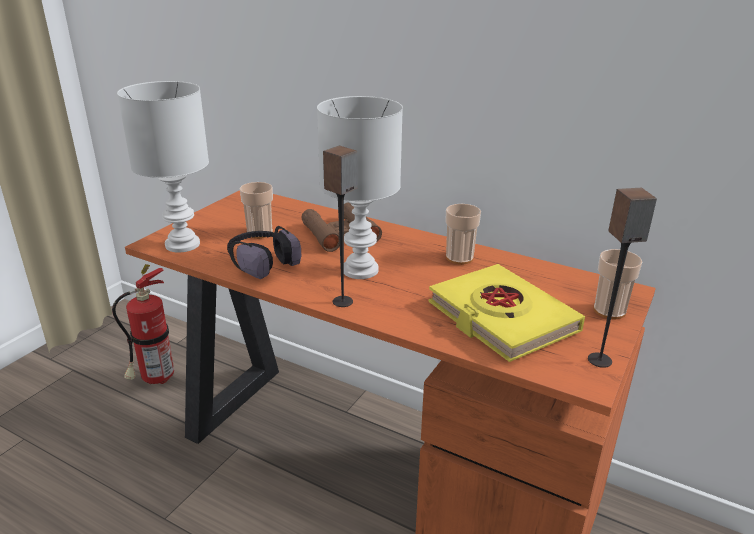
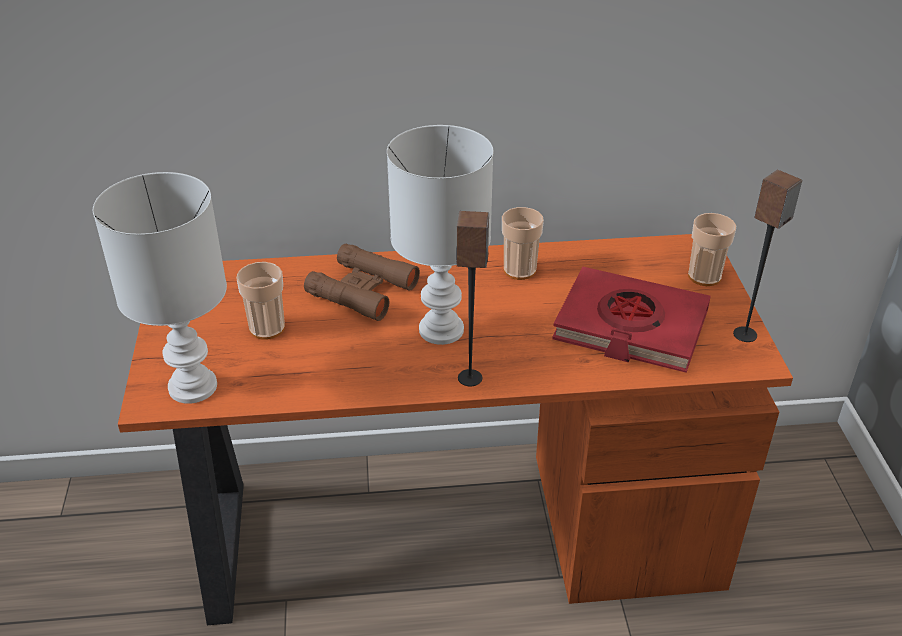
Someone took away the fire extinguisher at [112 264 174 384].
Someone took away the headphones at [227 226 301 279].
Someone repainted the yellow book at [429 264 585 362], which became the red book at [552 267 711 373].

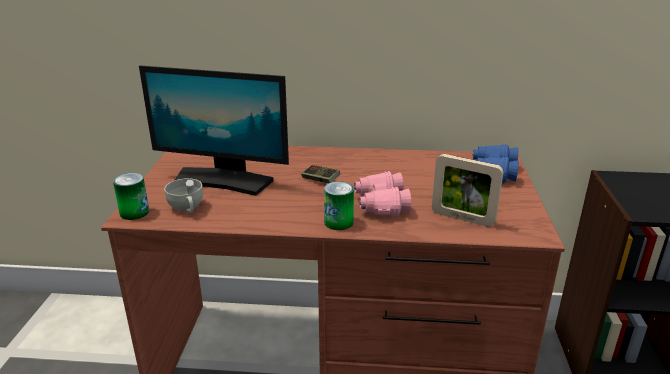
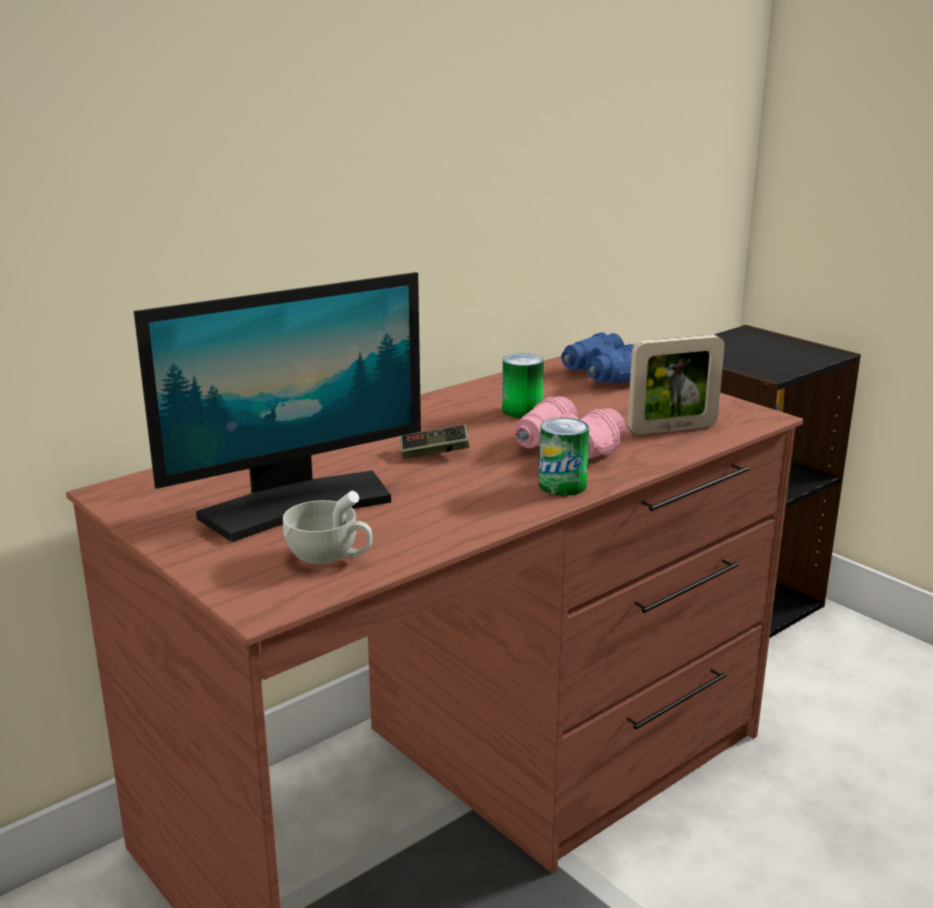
Someone carried the can from [113 173 149 220] to [502 353 544 418].

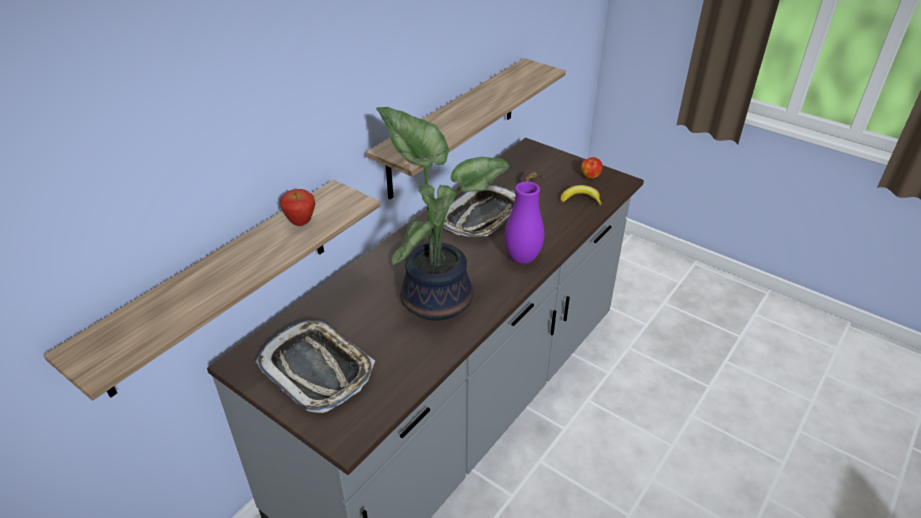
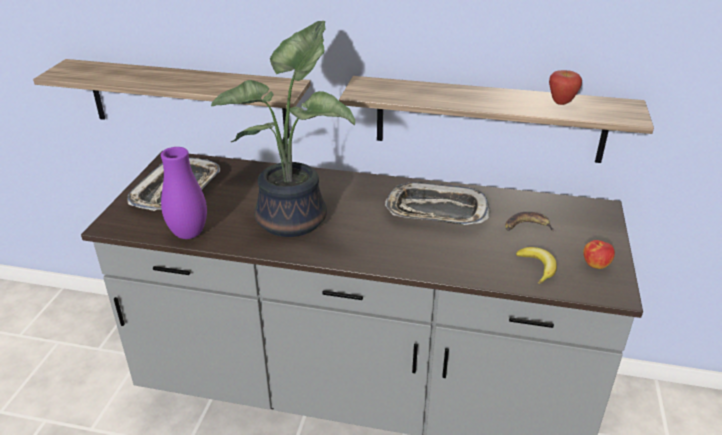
Someone carried the apple from [280 189 315 226] to [549 70 582 105].
Someone carried the purple vase from [504 181 544 264] to [161 147 207 239].

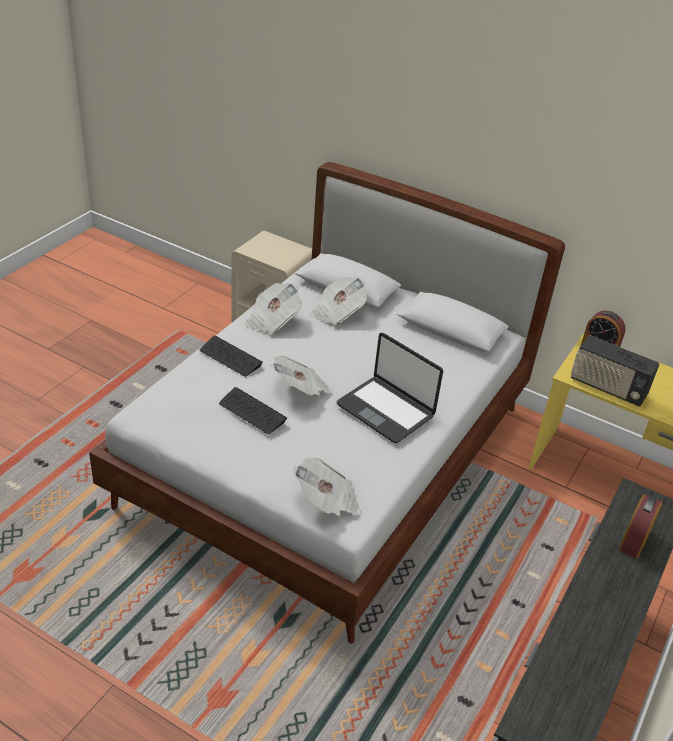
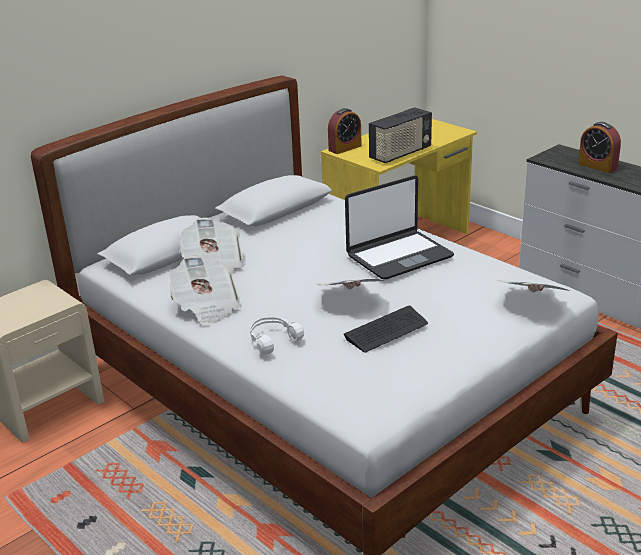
Someone swapped the keyboard at [200 336 263 377] for the white headphones at [250 317 304 354].

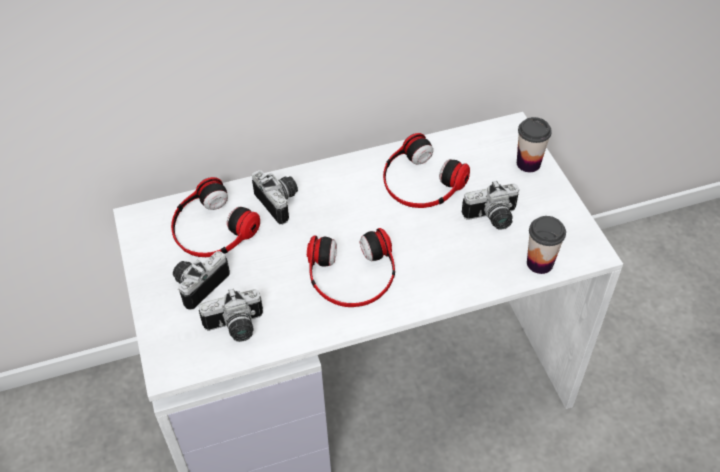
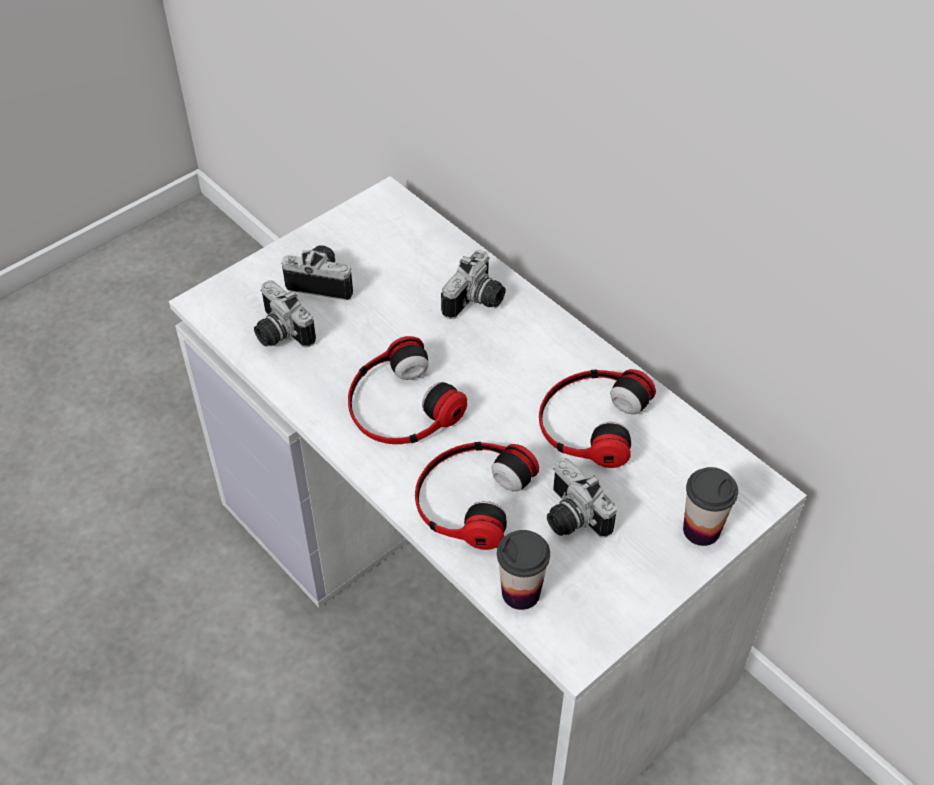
Someone carried the headphones from [171 177 260 257] to [415 442 539 550].

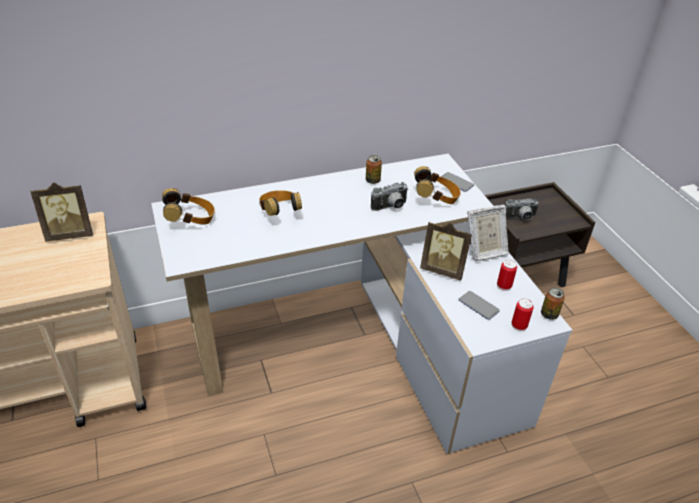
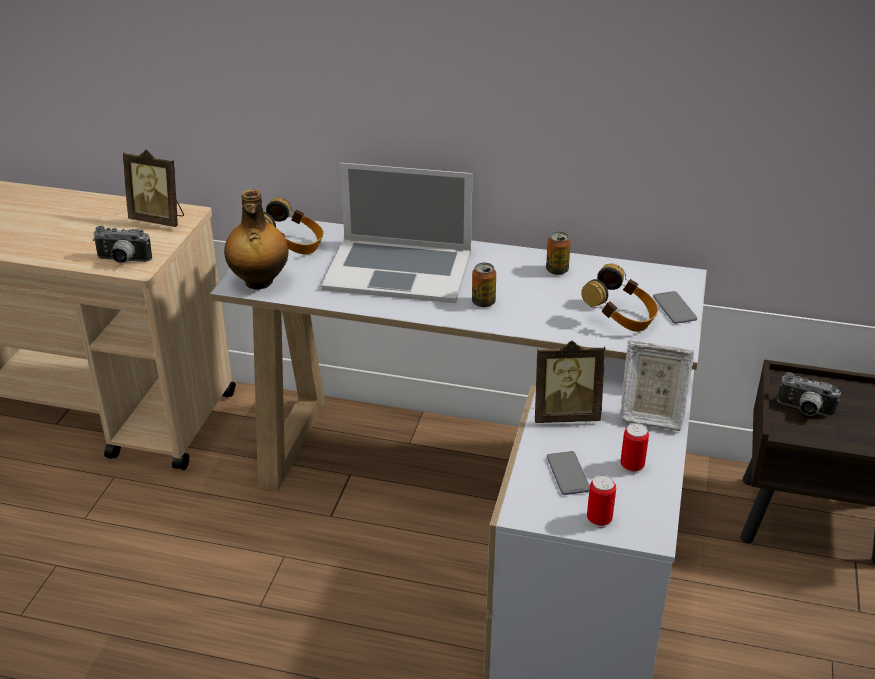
Someone swapped the headphones at [259 190 302 216] for the laptop at [321 163 473 303].
Someone carried the photo camera from [371 182 407 211] to [93 226 152 263].
Someone rotated the picture frame at [420 221 472 280] by 60 degrees counterclockwise.
Someone carried the can from [541 287 565 320] to [472 263 496 307].
Someone put down the bottle at [224 189 289 290].

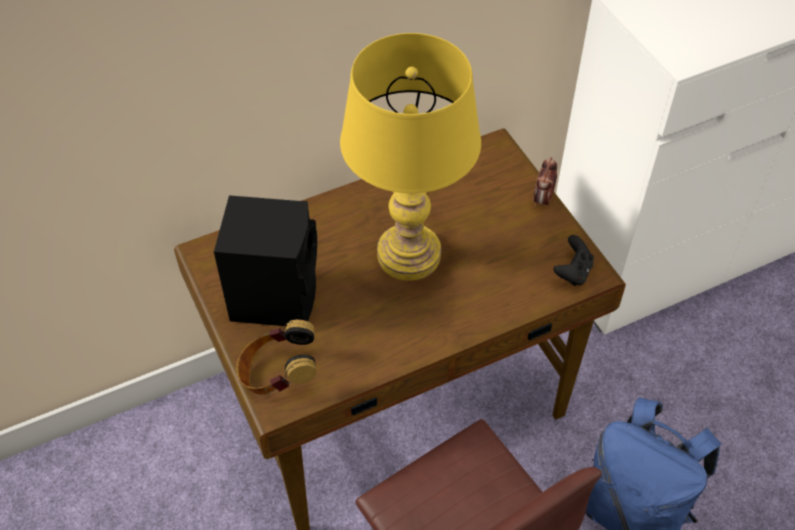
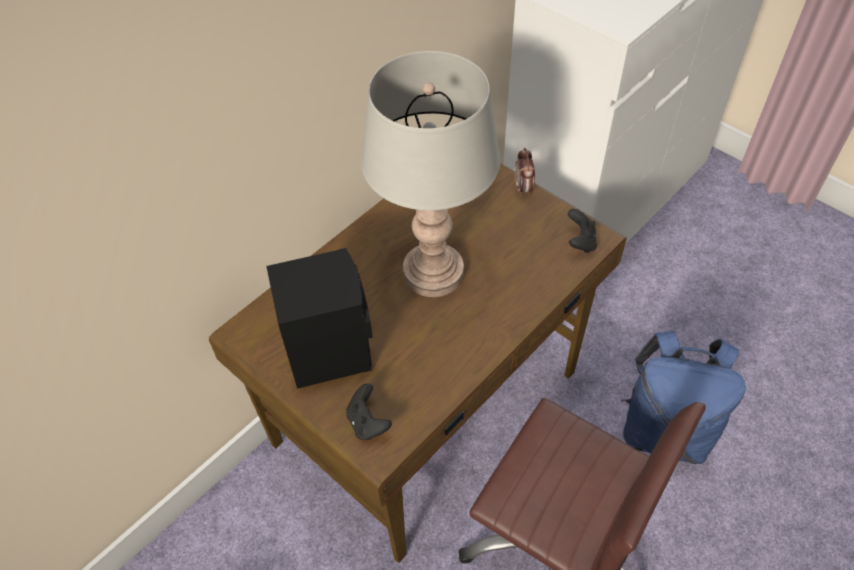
Someone swapped the headphones at [236 320 316 394] for the black game controller at [346 384 392 440].
Someone repainted the yellow table lamp at [340 33 481 281], which became the grey table lamp at [361 51 500 297].

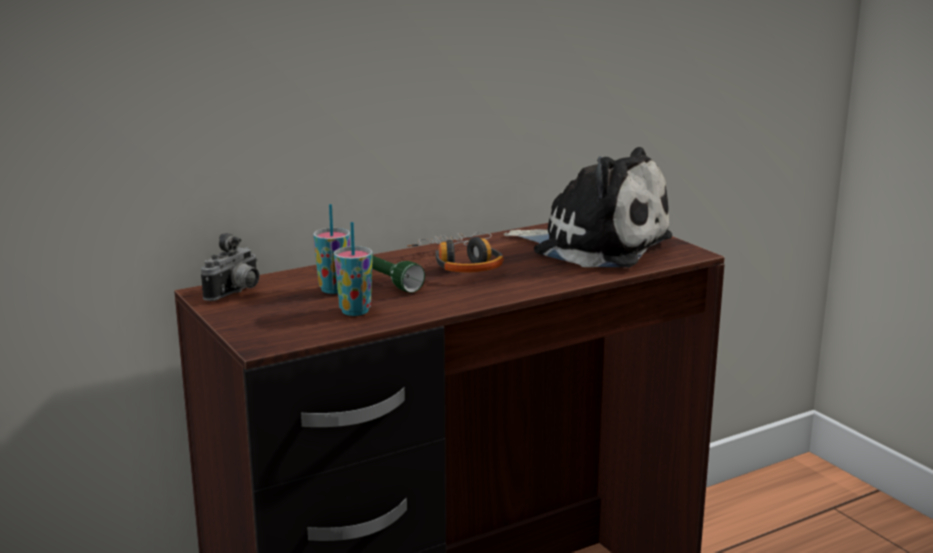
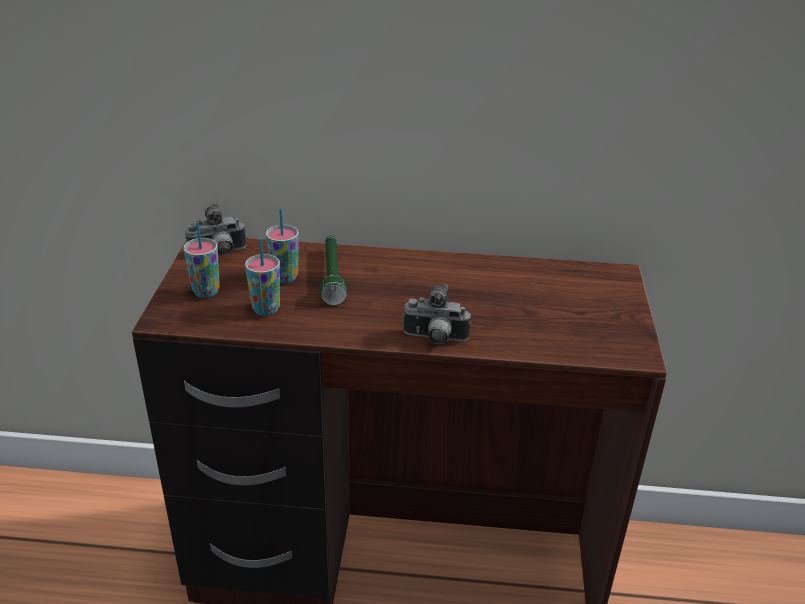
Someone took away the headphones at [407 232 504 272].
Someone took away the plush toy at [504 147 672 268].
Someone put down the cup at [183 222 220 298].
Someone put down the photo camera at [402 284 471 345].

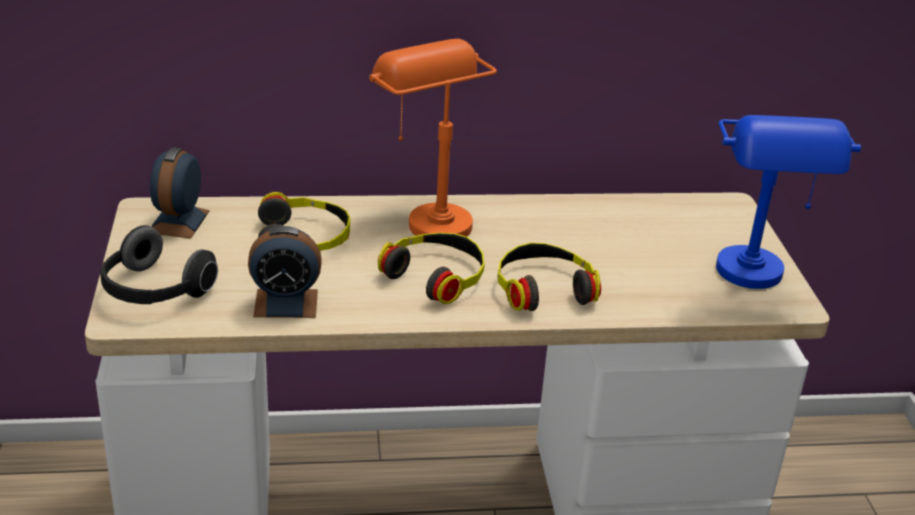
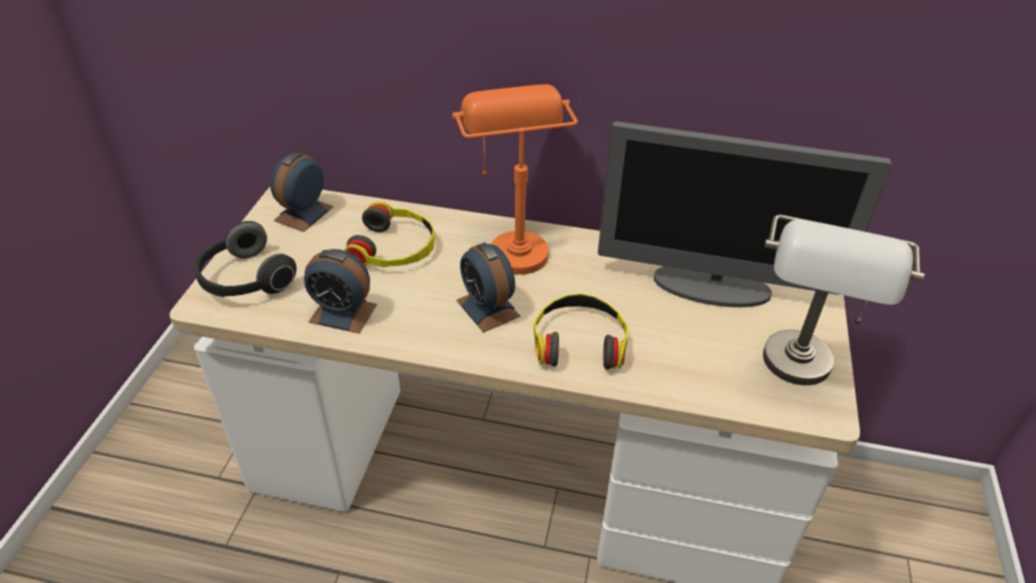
Someone swapped the headphones at [378 233 485 304] for the alarm clock at [456 242 520 333].
Someone repainted the blue table lamp at [716 115 861 289], which became the grey table lamp at [763 215 924 385].
Someone put down the monitor at [598 121 892 307].

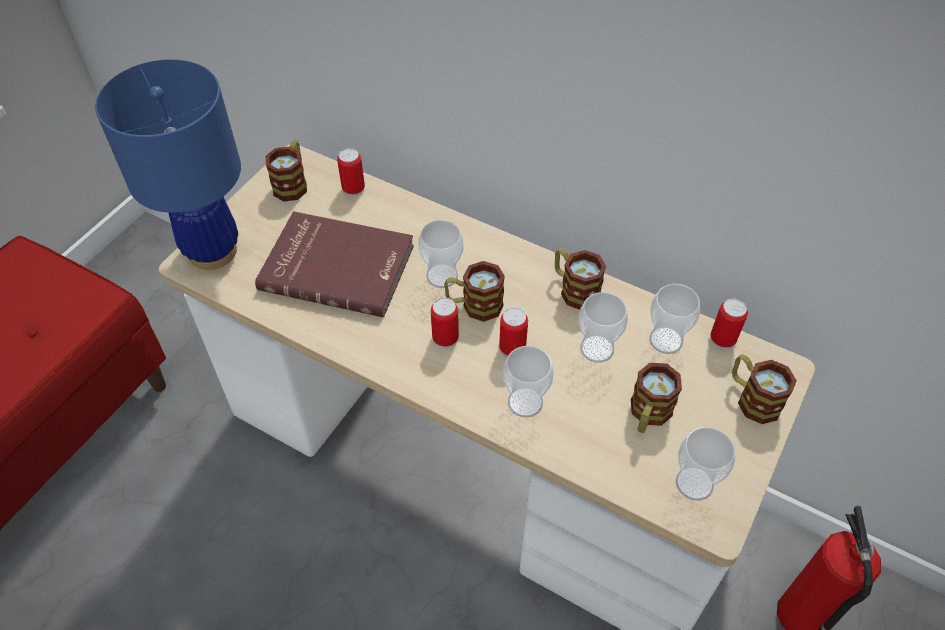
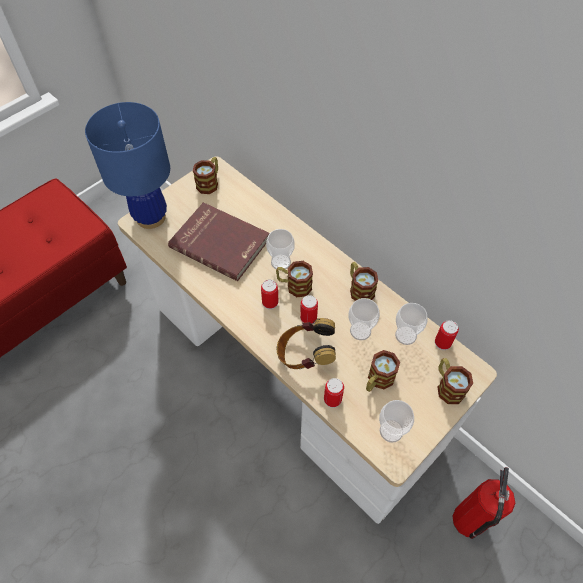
Someone carried the can from [337 148 365 197] to [324 378 344 408].
Someone swapped the cup at [503 346 554 418] for the headphones at [277 318 336 369].

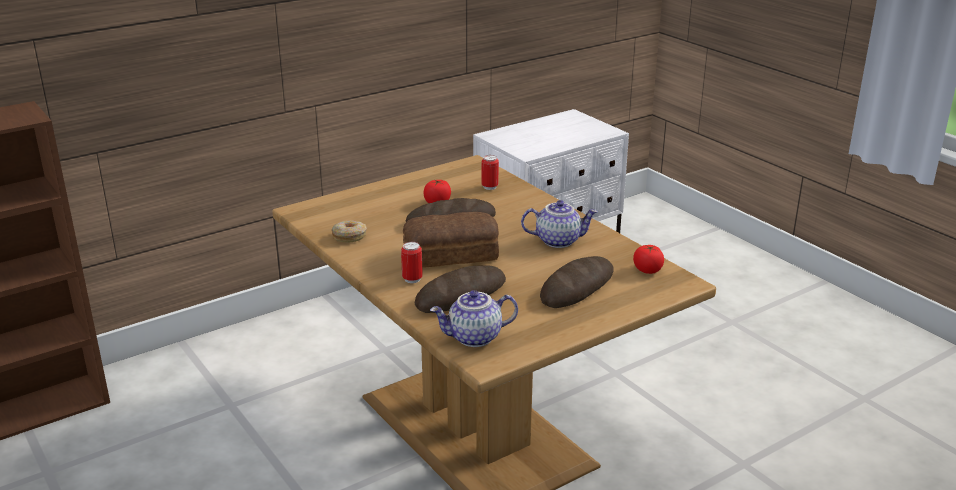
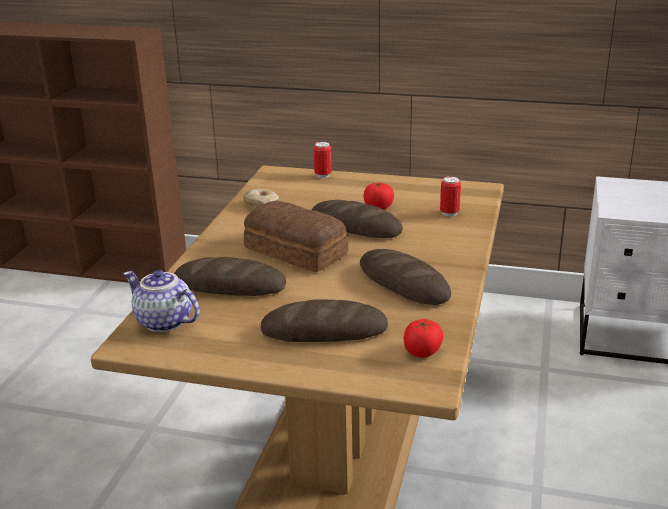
Someone carried the can from [401 242 423 283] to [314 142 332 178].
Someone swapped the teapot at [521 200 598 248] for the bread at [360 249 451 305].

